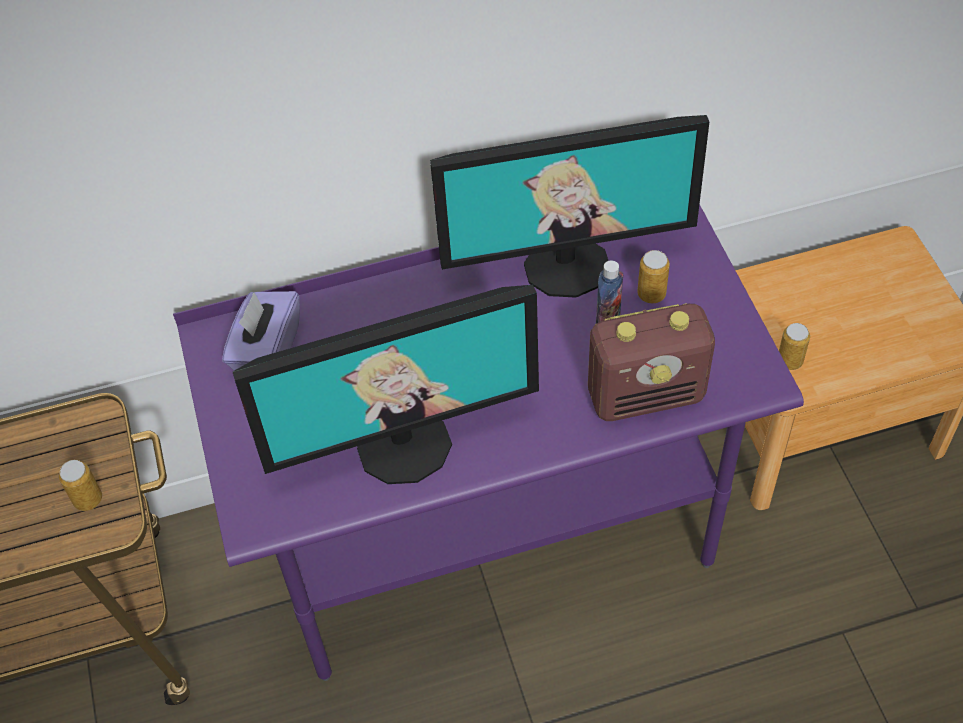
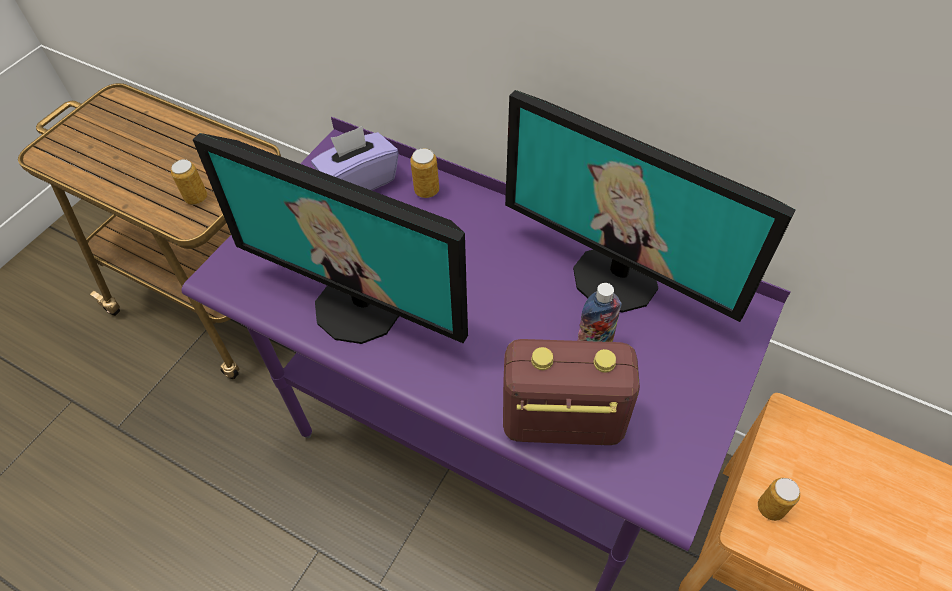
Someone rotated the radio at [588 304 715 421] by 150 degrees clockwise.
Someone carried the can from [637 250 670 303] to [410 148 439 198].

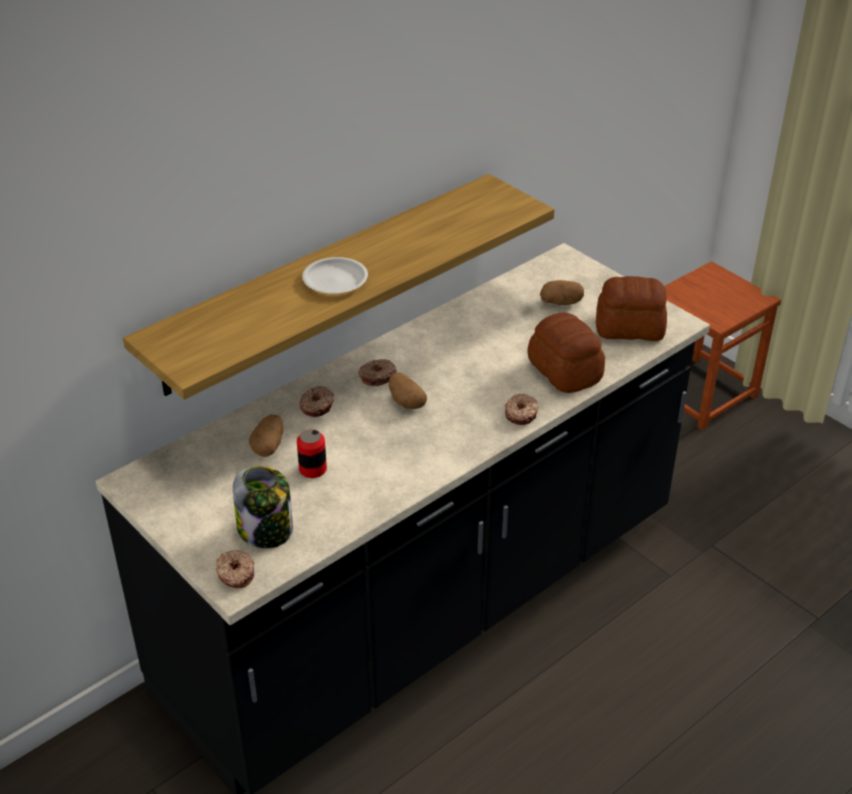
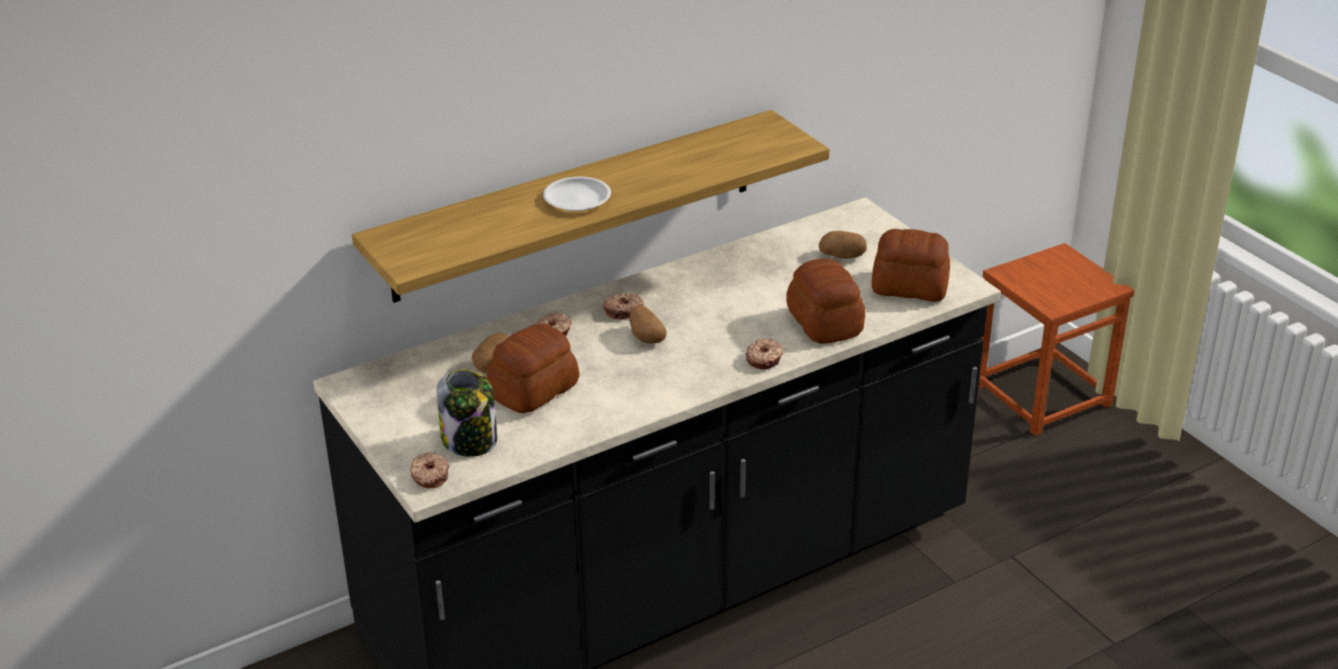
Someone swapped the can at [297 430 327 478] for the bread at [486 324 580 413].

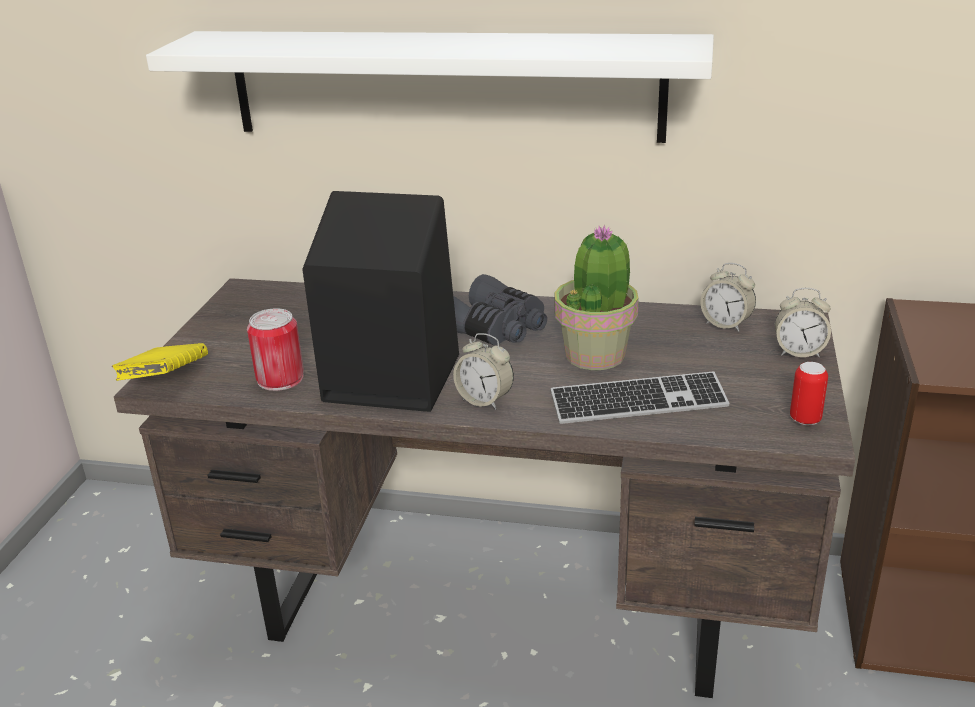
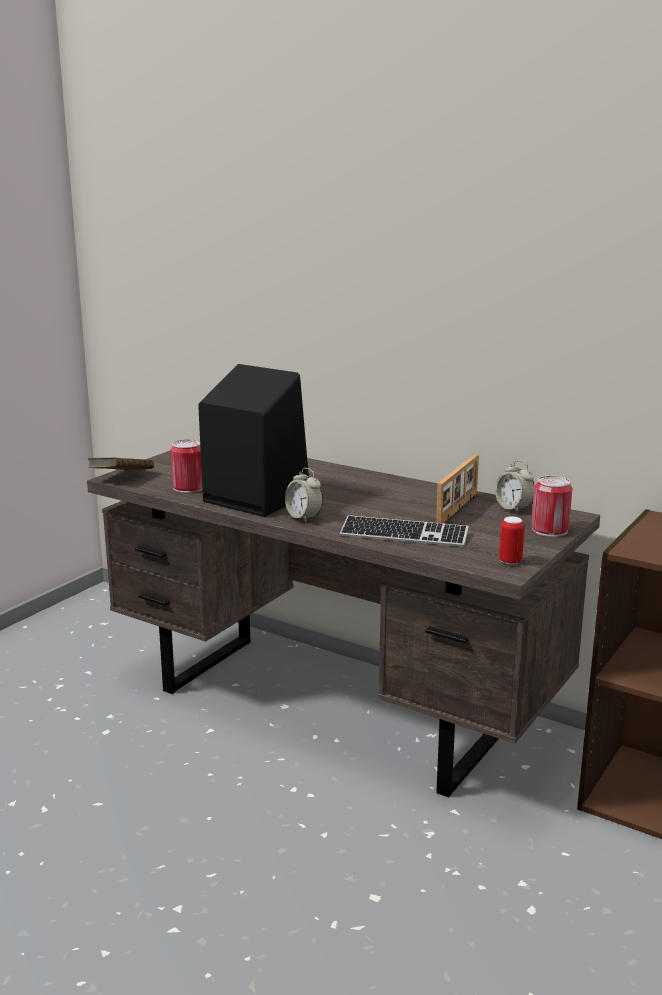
Someone repainted the yellow book at [112 343 208 381], which became the brown book at [87 458 154 470].
Someone took away the white shelf at [146 31 714 143].
Someone took away the grey binoculars at [453 274 547 345].
Someone took away the potted plant at [555 225 639 370].
Someone swapped the alarm clock at [775 288 831 357] for the can at [532 476 572 537].
Someone put down the picture frame at [436 454 479 523].

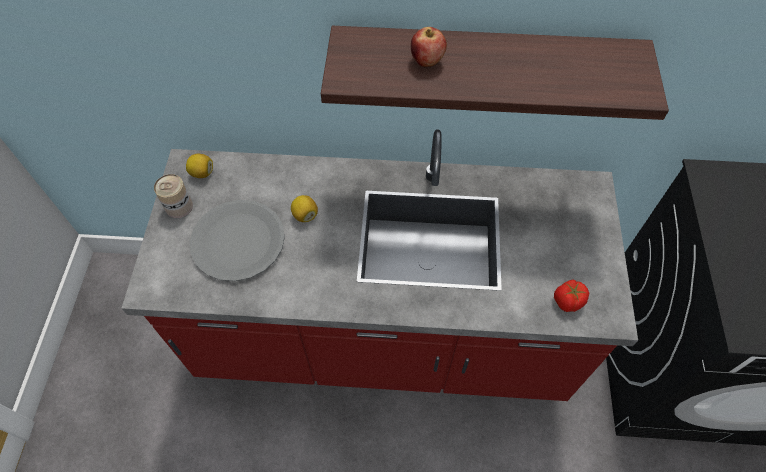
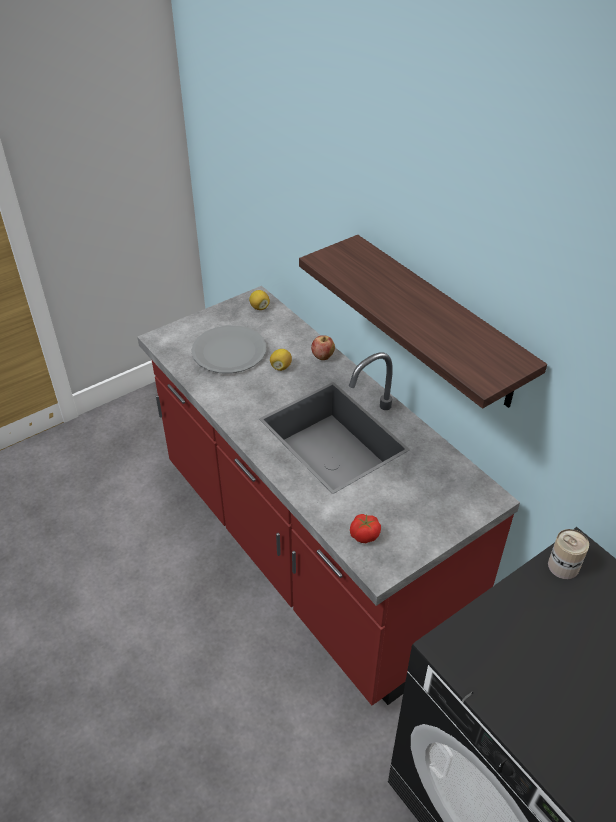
Someone carried the can from [154 174 193 218] to [548 529 589 579].
Someone carried the apple from [411 27 447 67] to [311 335 335 360].

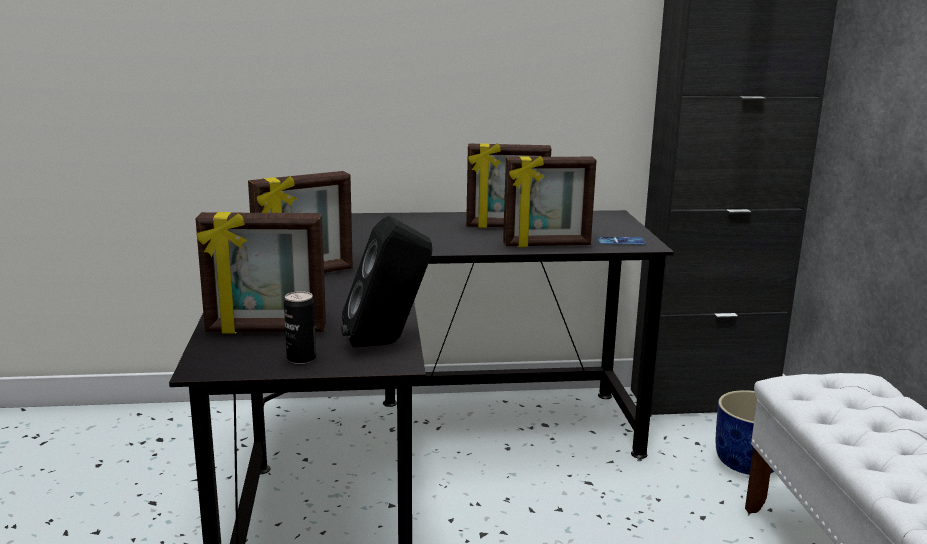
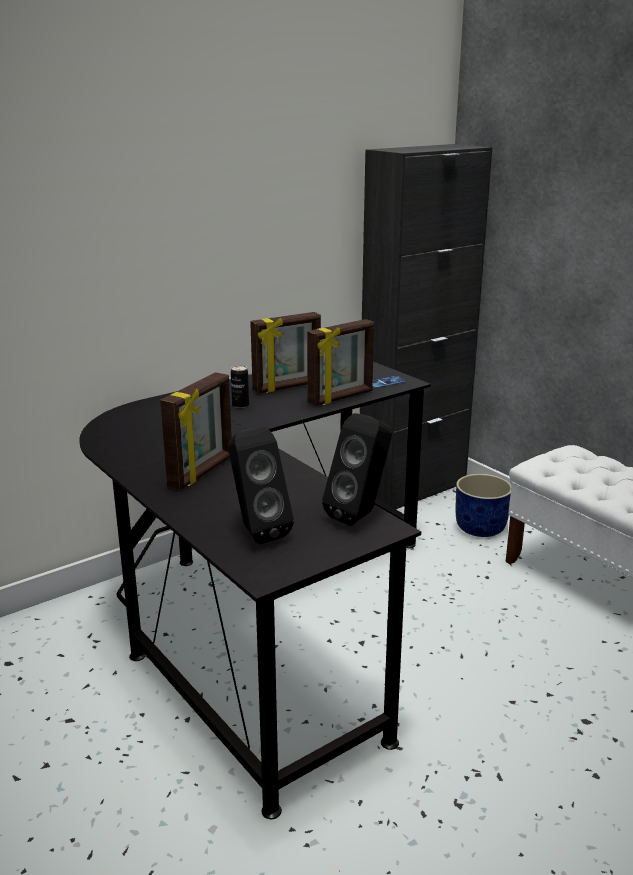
Someone swapped the picture frame at [195 212 326 334] for the black speaker at [228 427 294 544].
Someone carried the can from [284 291 316 364] to [231 365 249 408].

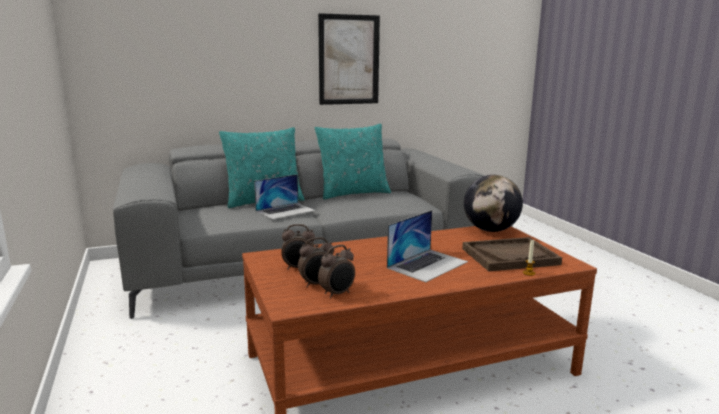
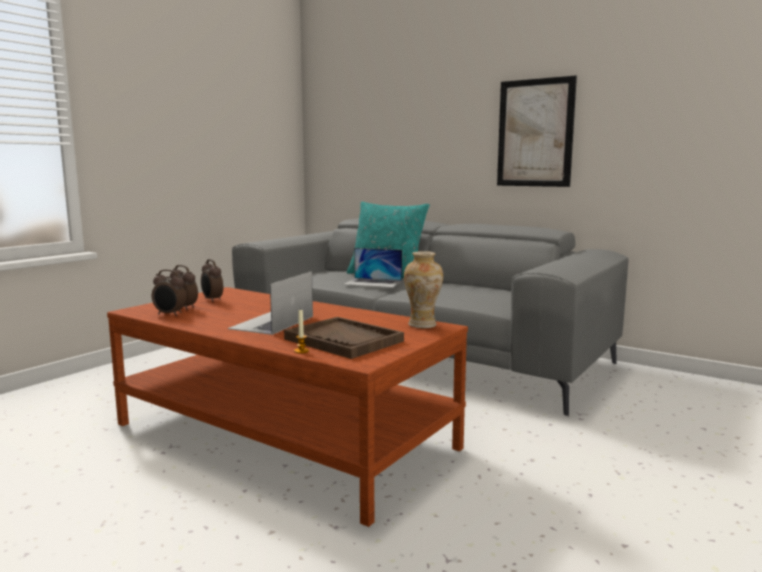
Someone took away the turquoise pillow at [315 124 391 199].
Someone rotated the laptop at [387 210 468 282] by 105 degrees clockwise.
Someone swapped the globe at [464 175 523 232] for the vase at [404 251 443 328].

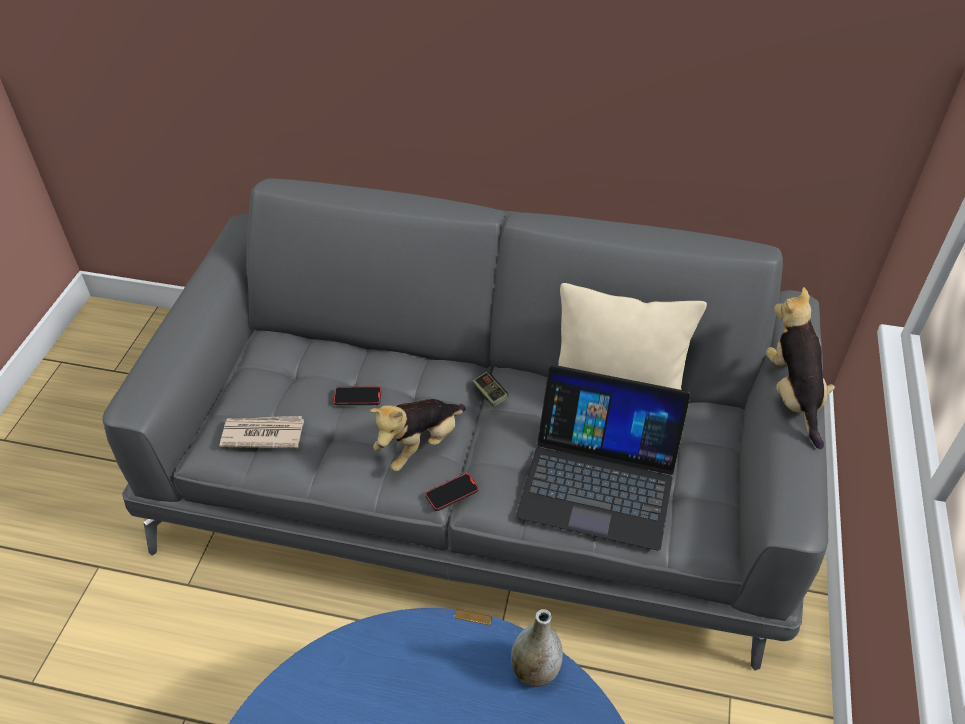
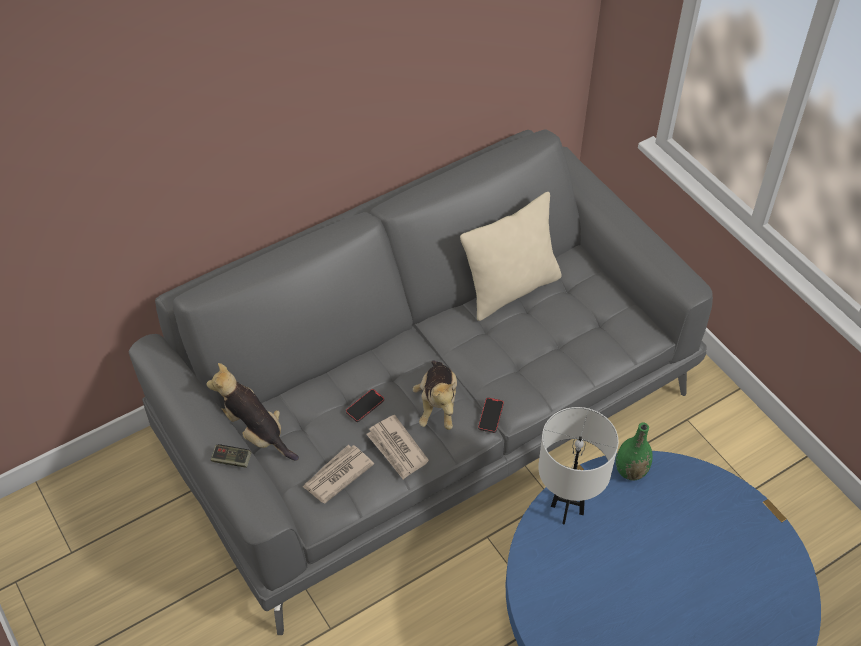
Someone carried the game controller from [472 372 509 407] to [211 444 252 468].
Someone repainted the grey vase at [511 609 563 687], which became the green vase at [616 423 653 480].
Someone took away the laptop at [516 365 690 551].
Someone carried the plush toy from [766 287 835 449] to [206 363 299 461].
Someone put down the newspaper at [366 415 429 480].
Someone put down the white table lamp at [538 407 618 525].

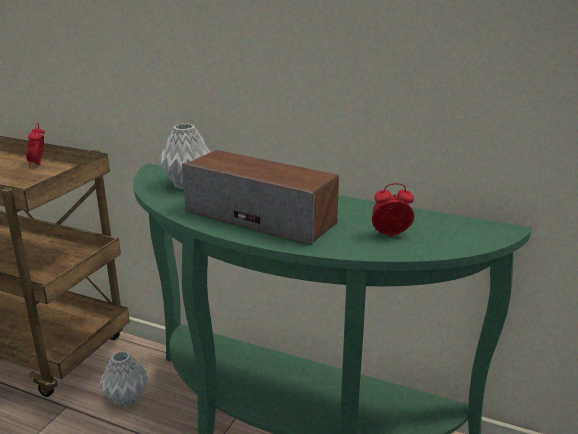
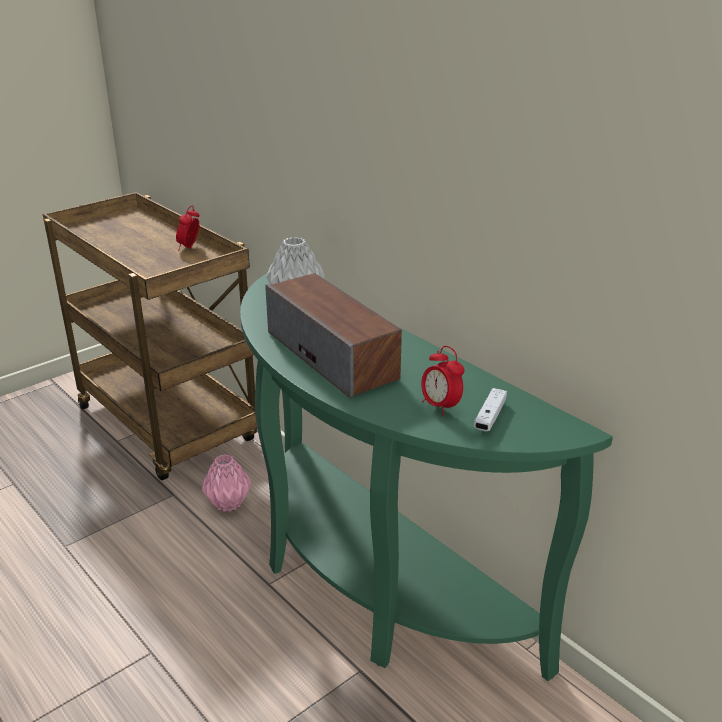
Someone repainted the grey vase at [99 351 148 407], which became the pink vase at [202 454 251 512].
Someone rotated the alarm clock at [372 183 414 237] by 150 degrees counterclockwise.
Someone put down the white game controller at [474 388 507 431].

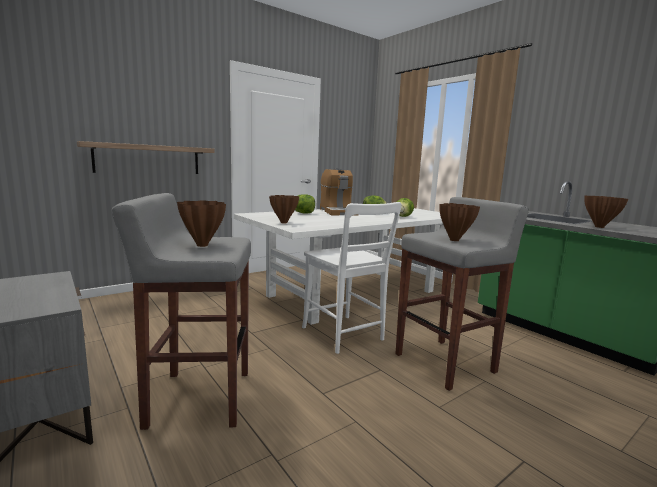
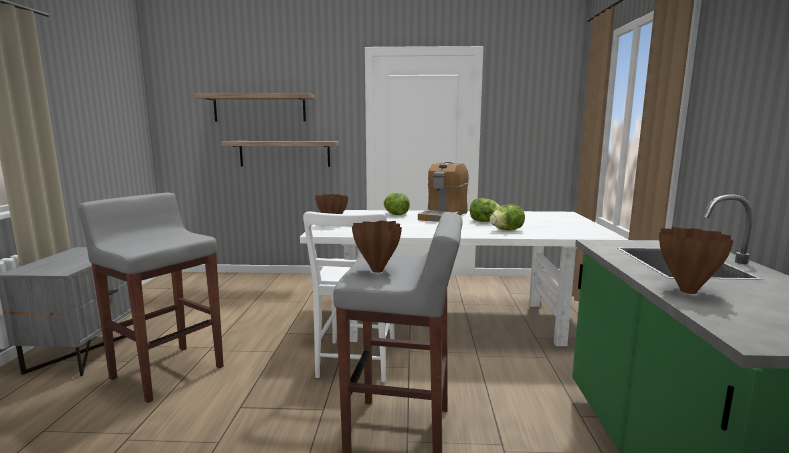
Someone took away the brown vase at [177 200 226 247].
Someone put up the shelf at [193 93 315 122].

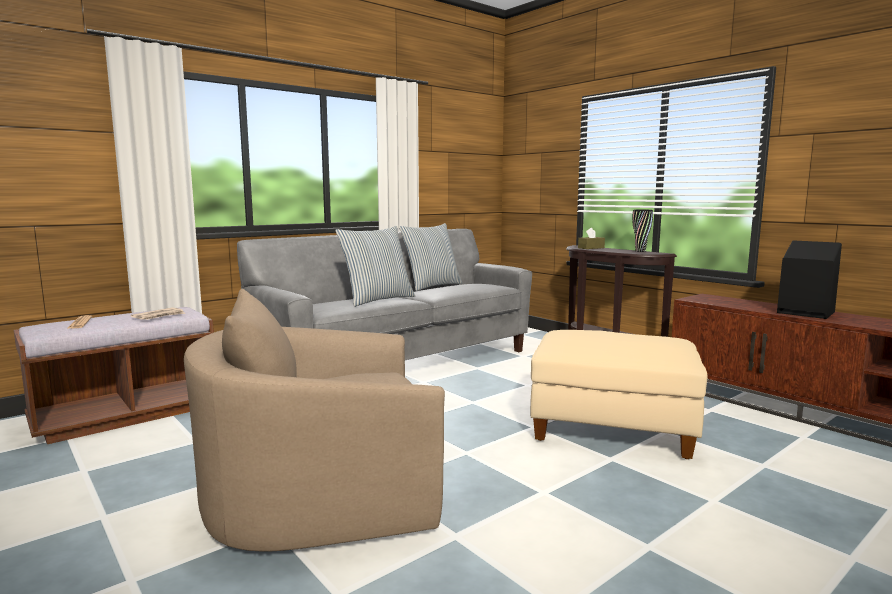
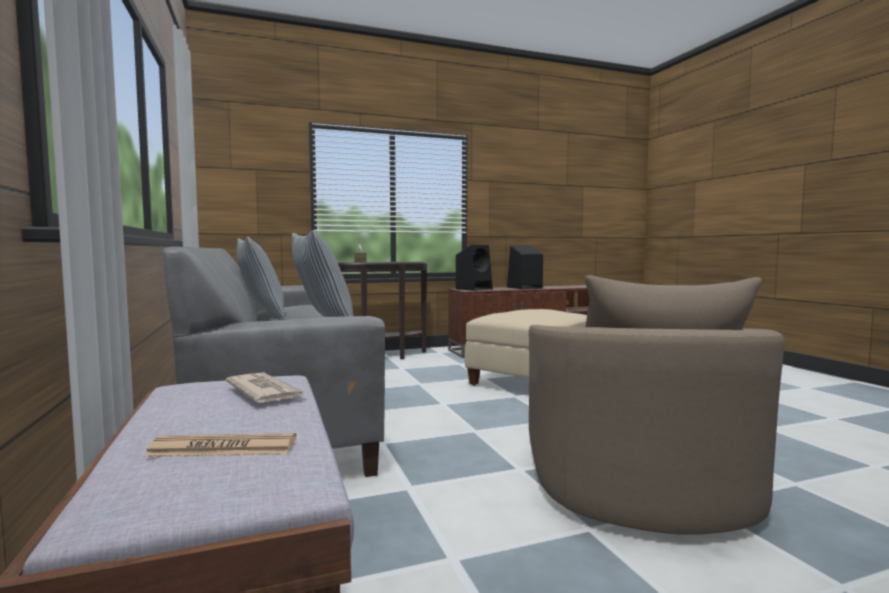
Someone took away the black vase at [632 209 653 252].
Someone put down the black speaker at [456 245 493 291].

